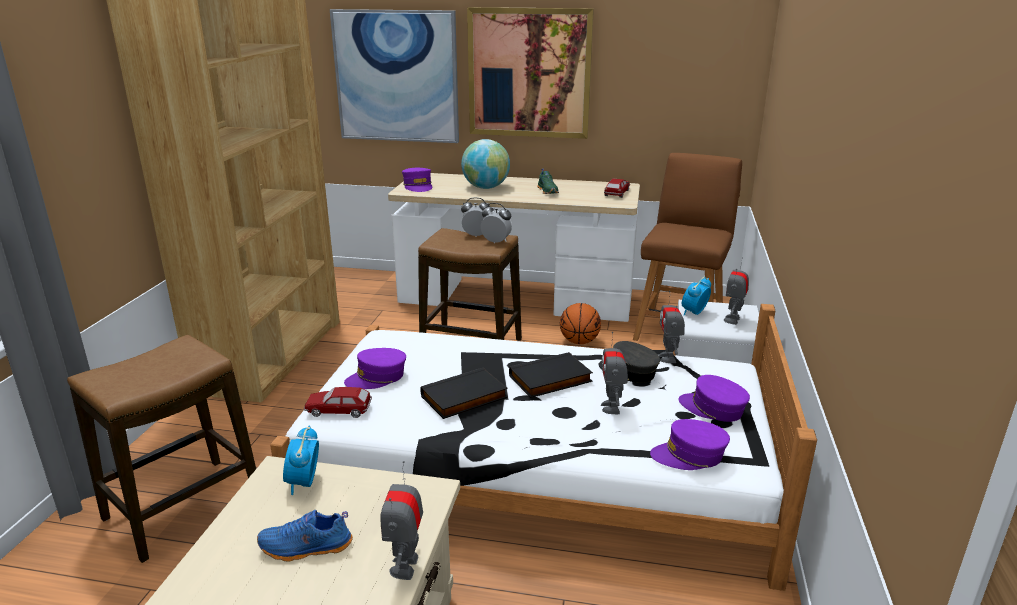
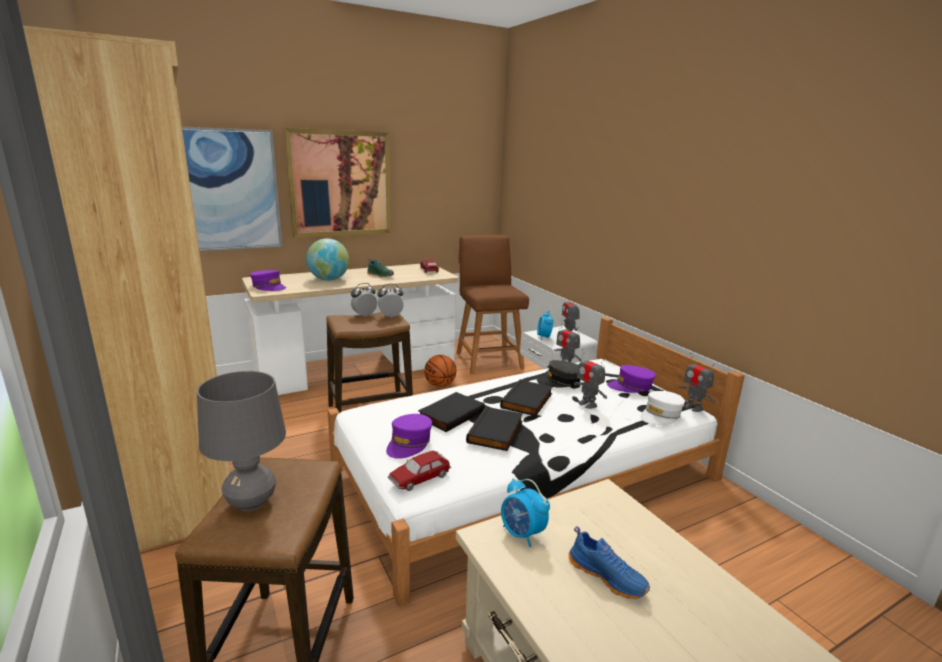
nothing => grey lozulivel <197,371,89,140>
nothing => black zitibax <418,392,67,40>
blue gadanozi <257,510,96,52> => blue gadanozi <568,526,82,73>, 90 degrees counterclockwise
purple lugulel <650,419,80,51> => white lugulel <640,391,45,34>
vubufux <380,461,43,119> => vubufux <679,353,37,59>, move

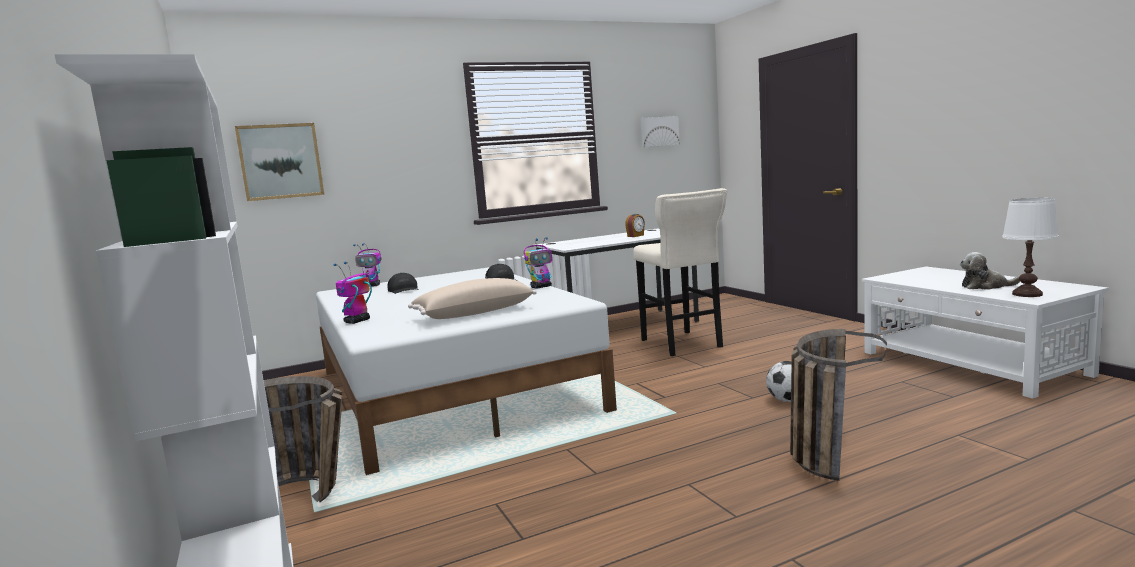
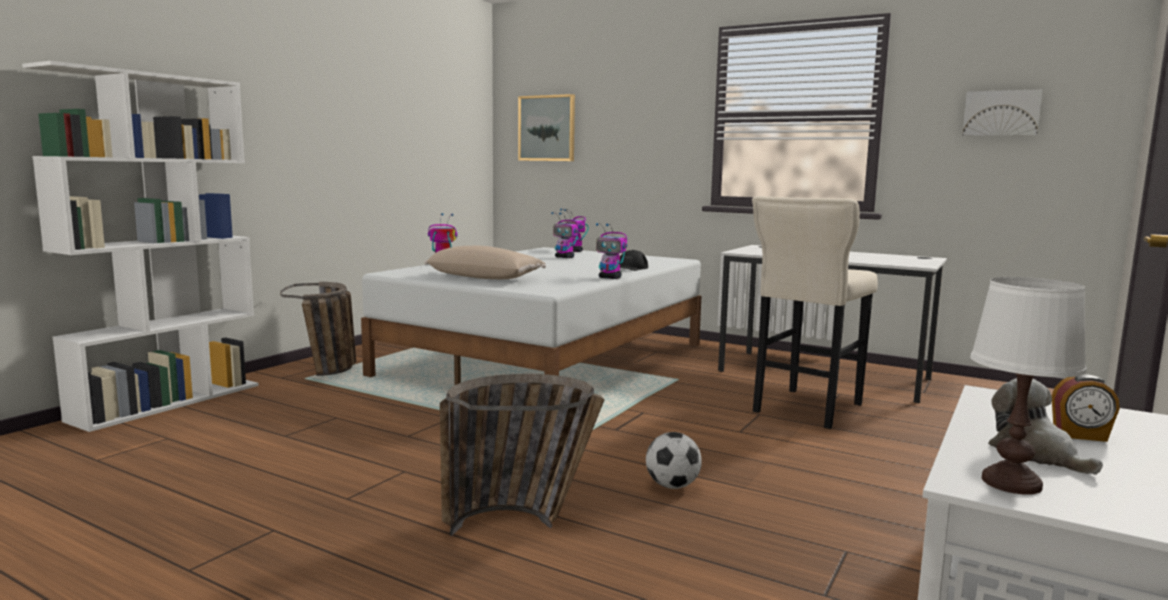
black lugulel <387,273,32,21> => vubufux <551,212,27,46>
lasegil <625,214,20,23> => lasegil <1052,375,68,67>, move

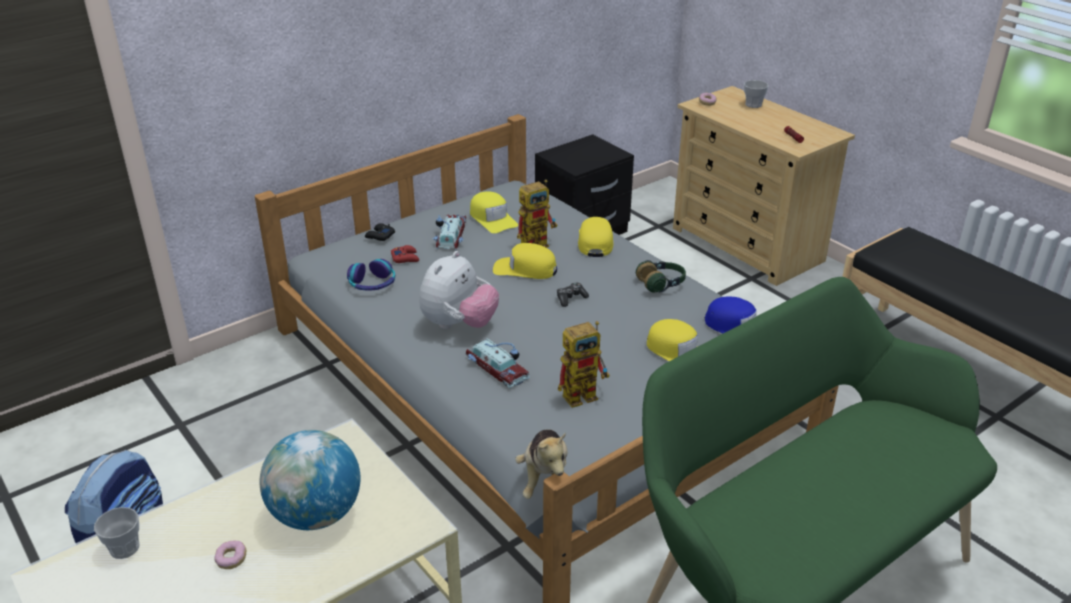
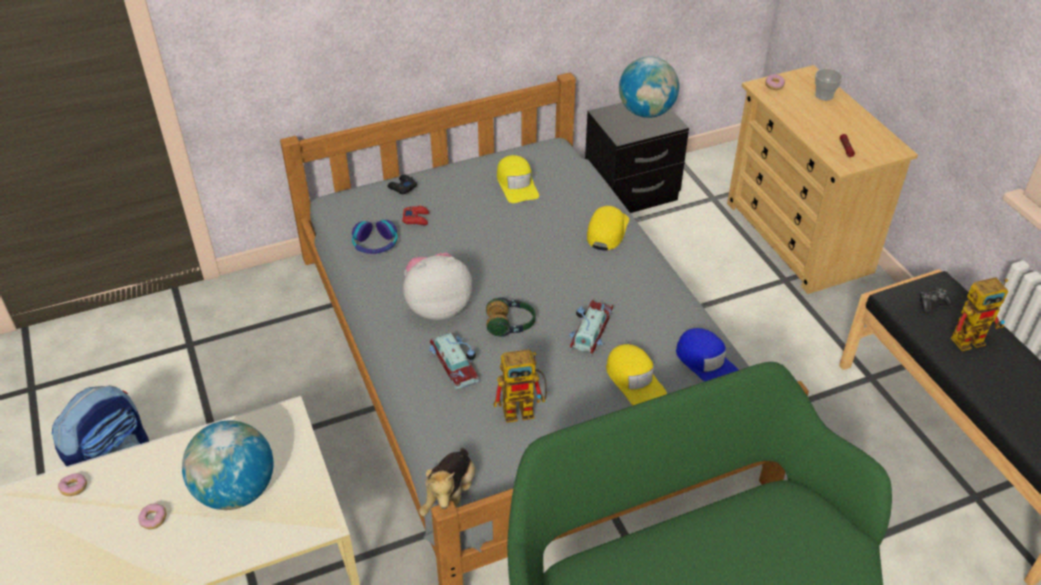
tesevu <94,507,45,52> => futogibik <58,473,29,23>
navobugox <419,251,80,78> => navobugox <403,252,70,68>, 150 degrees counterclockwise
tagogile <636,260,50,32> => tagogile <486,297,49,40>, move
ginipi <433,214,34,36> => ginipi <569,300,45,55>, move
nothing => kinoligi <619,56,60,62>
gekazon <557,283,32,24> => gekazon <920,288,33,25>, move
vubufux <517,180,41,68> => vubufux <951,277,57,74>, move
yellow lugulel <493,243,64,36> => nothing

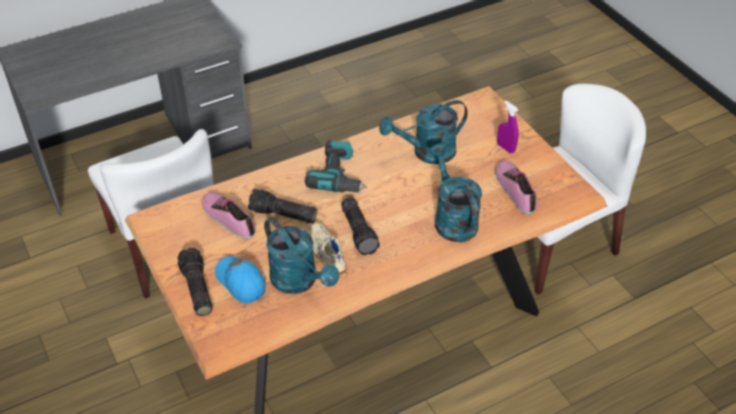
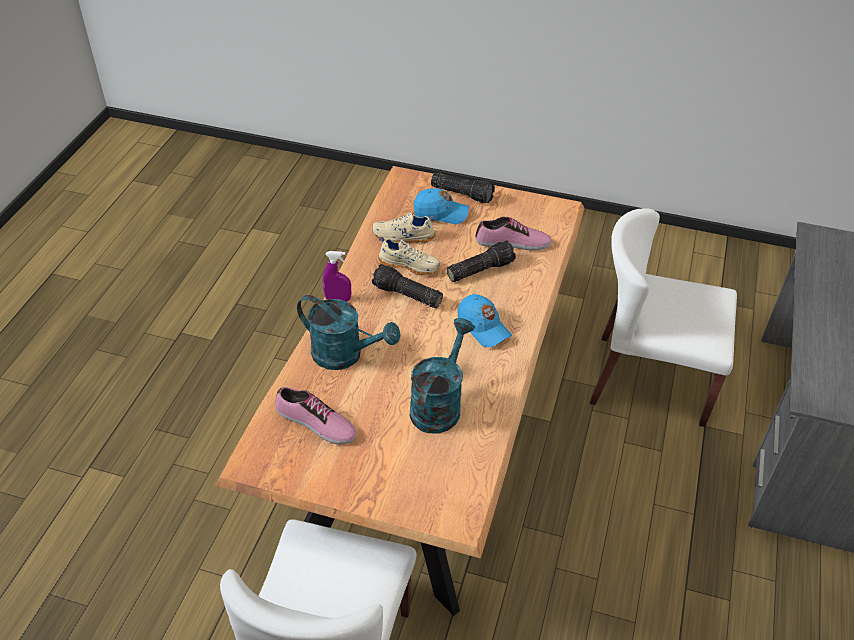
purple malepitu <497,100,22,53> => purple malepitu <323,251,28,51>, move
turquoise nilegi <264,217,75,77> => beige gadanozi <372,212,63,31>
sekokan <305,140,62,52> => blue lugulel <457,294,55,53>

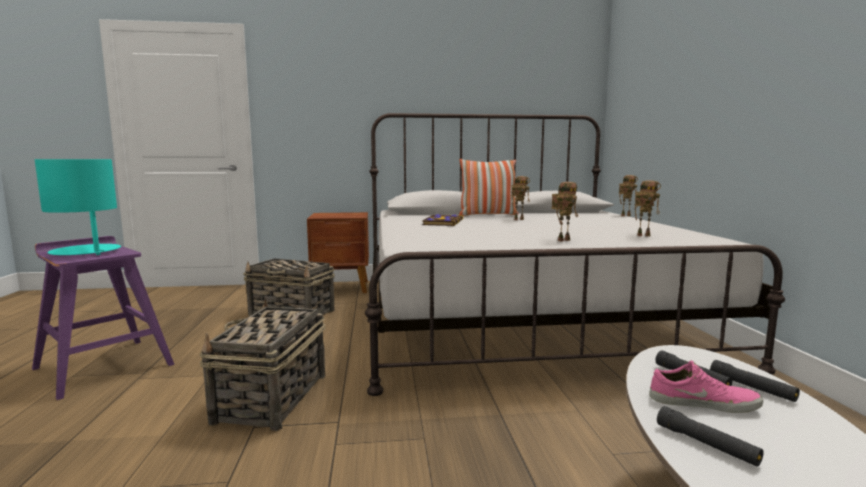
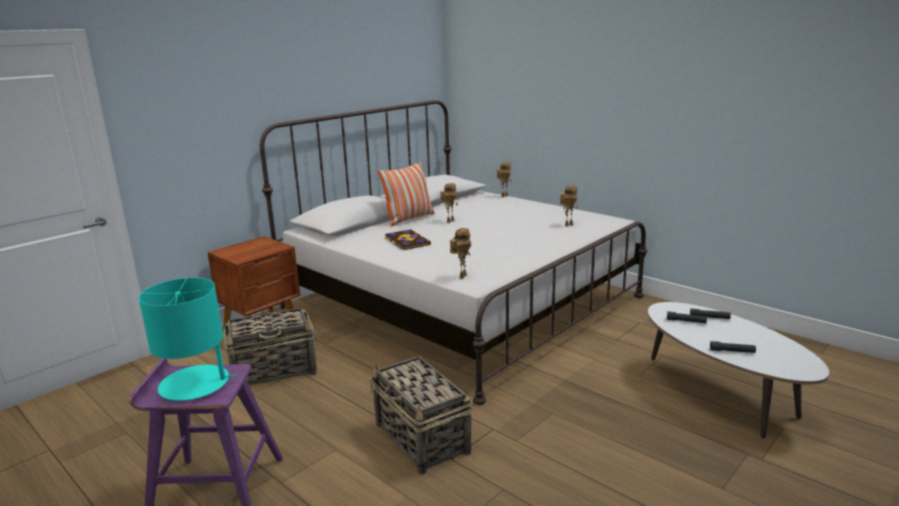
vubufux <551,182,27,60> => vubufux <450,228,21,51>, move
pink gadanozi <649,361,114,52> => nothing

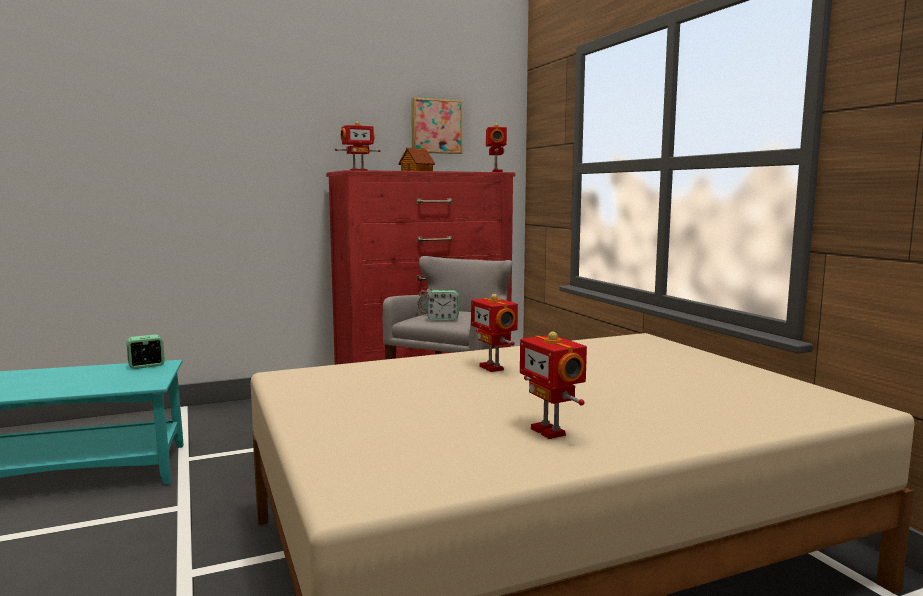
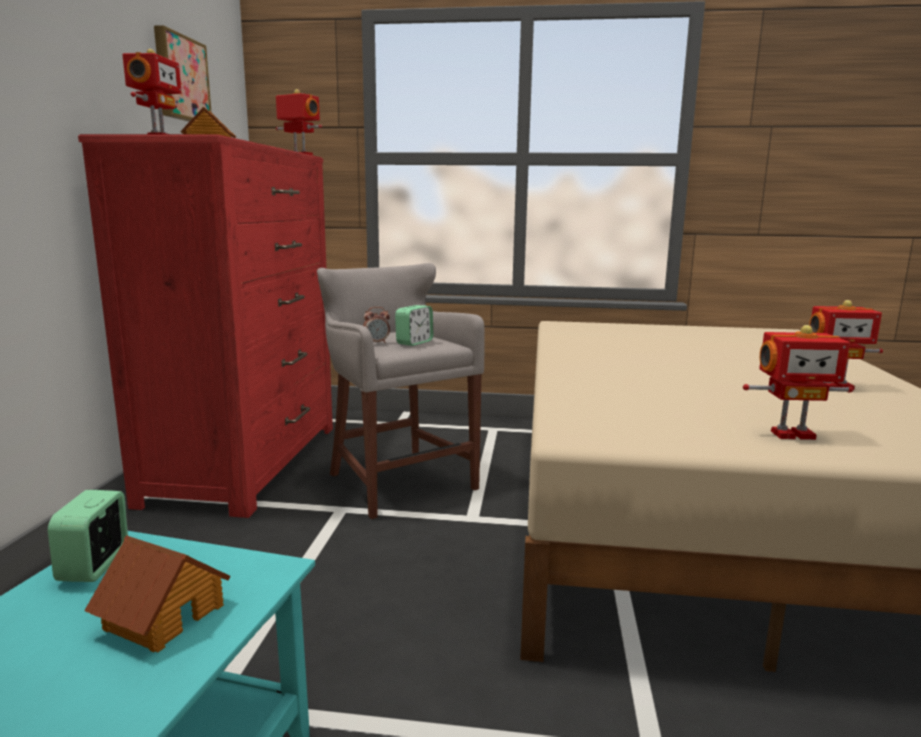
nothing => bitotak <84,535,147,117>
vubufux <471,294,47,78> => vubufux <743,325,110,115>, move

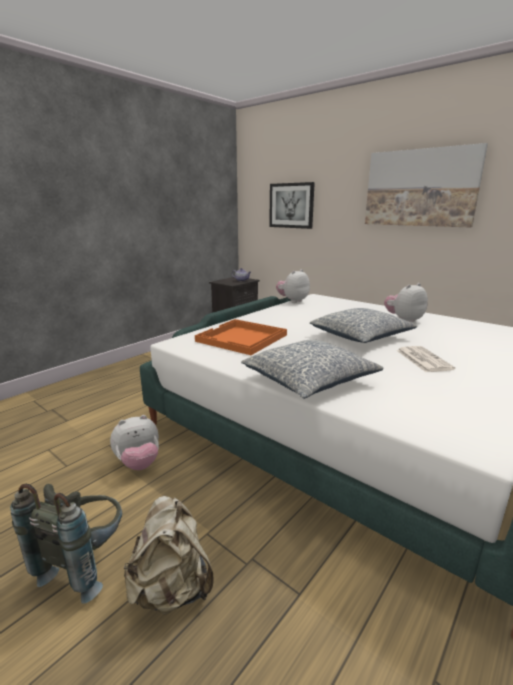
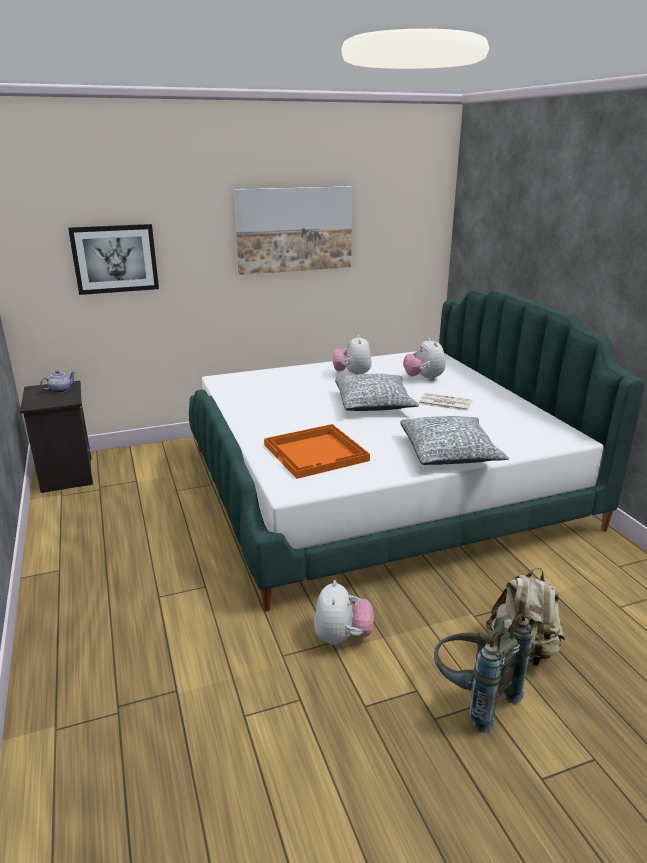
navobugox <276,269,34,34> => navobugox <403,337,43,44>, move

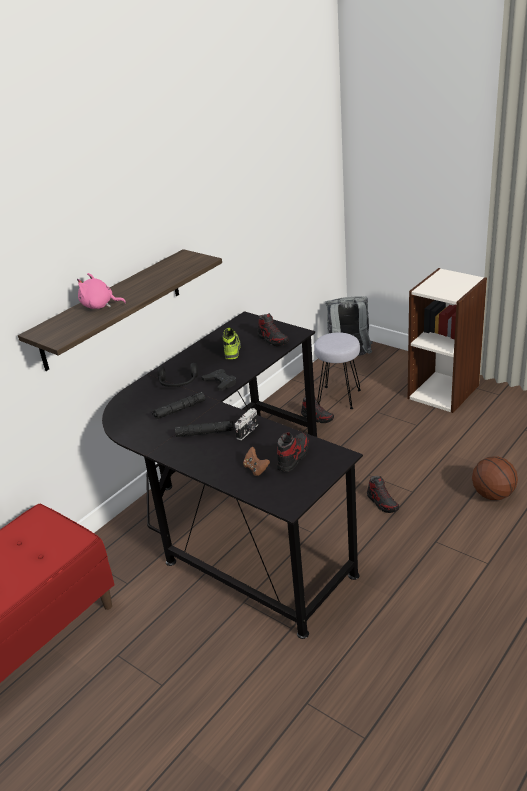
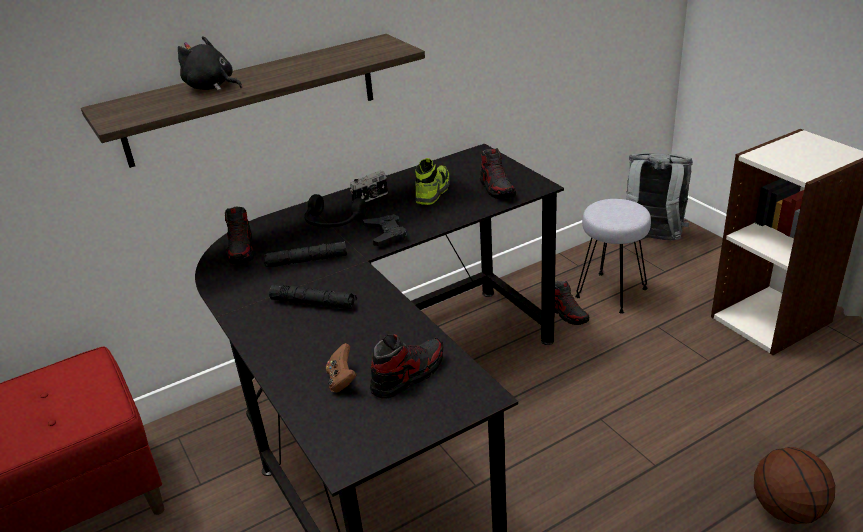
pink navobugox <77,273,49,36> => black navobugox <178,36,64,55>
gadanozi <367,476,32,37> => gadanozi <225,207,29,57>, move
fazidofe <235,408,23,32> => fazidofe <350,171,38,31>, move

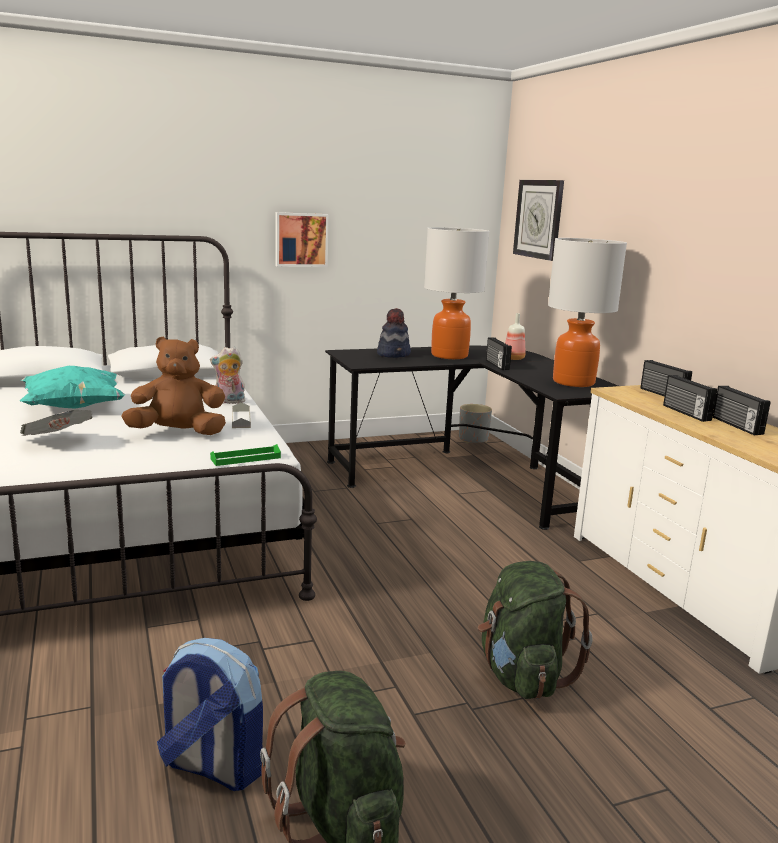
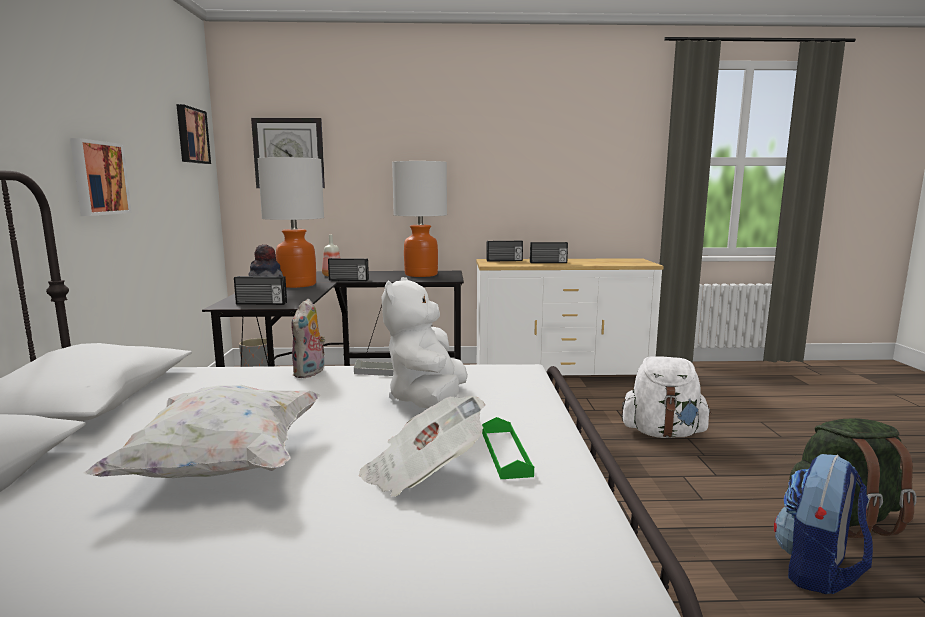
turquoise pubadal <20,366,105,43> => white pubadal <84,385,237,93>
nothing => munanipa <176,104,35,60>
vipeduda <713,386,57,49> => vipeduda <234,276,53,29>, move
brown navobugox <121,337,105,98> => white navobugox <382,277,86,131>
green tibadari <210,444,71,22> => green tibadari <482,417,52,62>, move
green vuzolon <478,561,114,138> => white vuzolon <622,356,90,82>

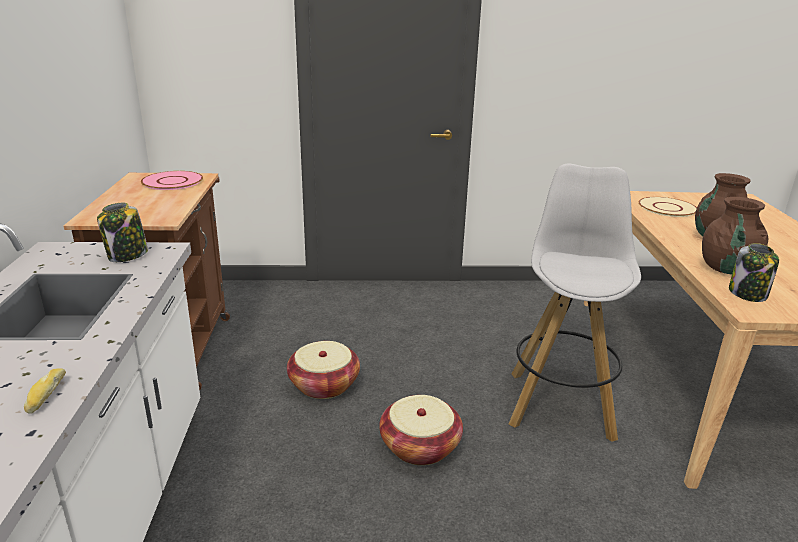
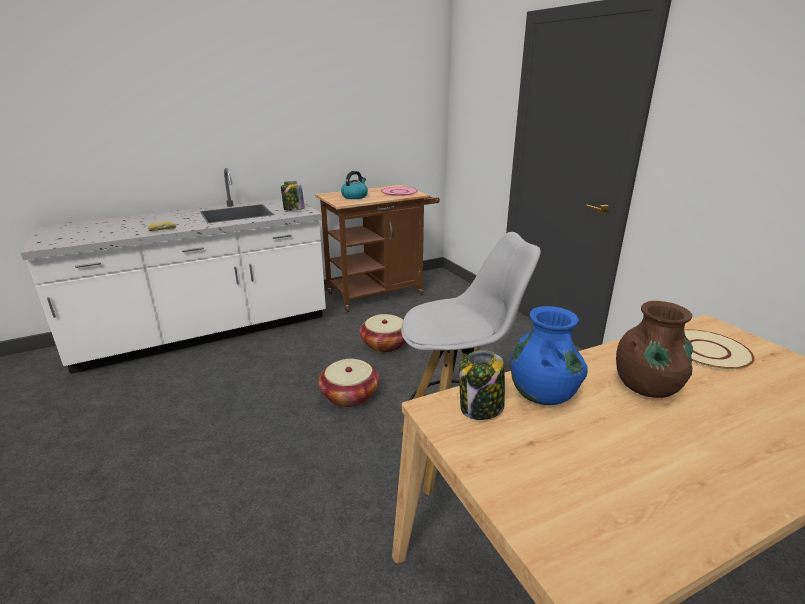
nothing => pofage <341,171,27,28>
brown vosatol <702,197,66,77> => blue vosatol <510,306,77,99>

